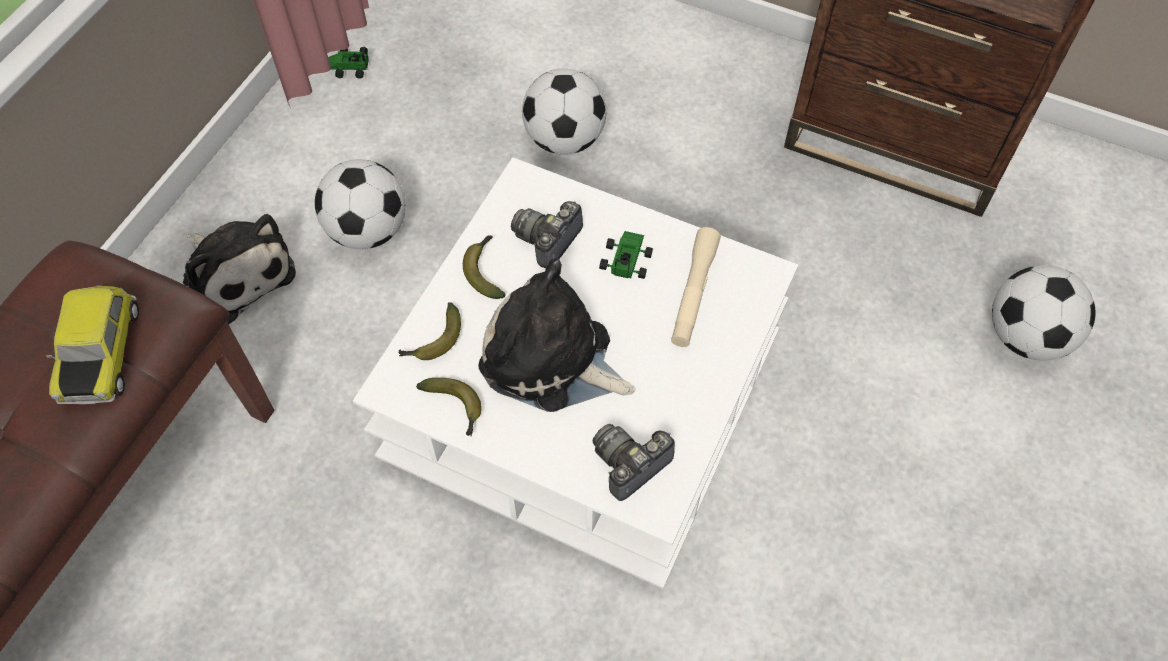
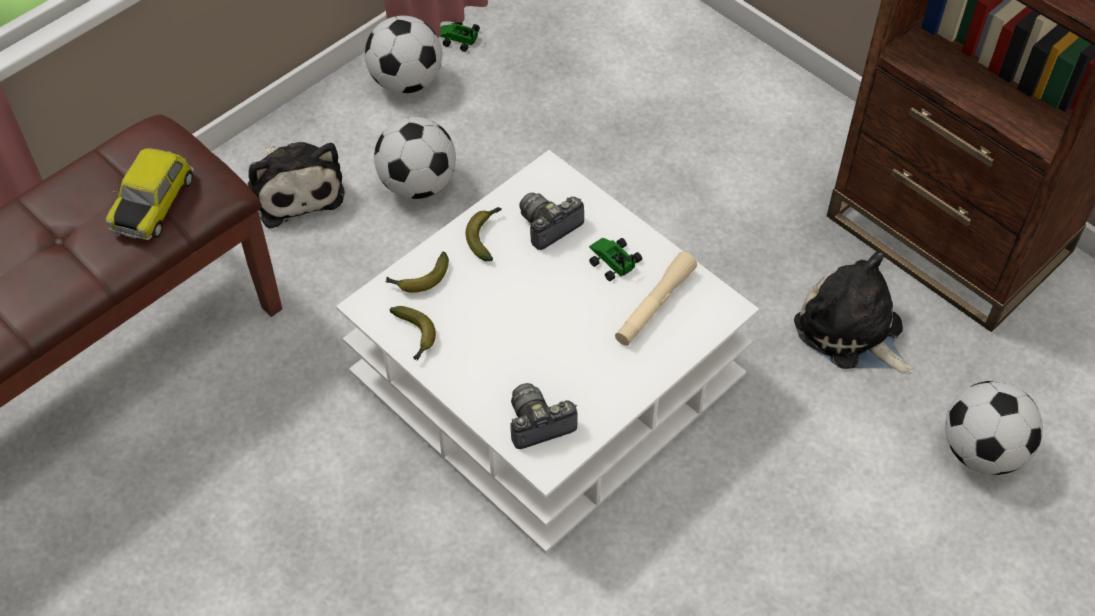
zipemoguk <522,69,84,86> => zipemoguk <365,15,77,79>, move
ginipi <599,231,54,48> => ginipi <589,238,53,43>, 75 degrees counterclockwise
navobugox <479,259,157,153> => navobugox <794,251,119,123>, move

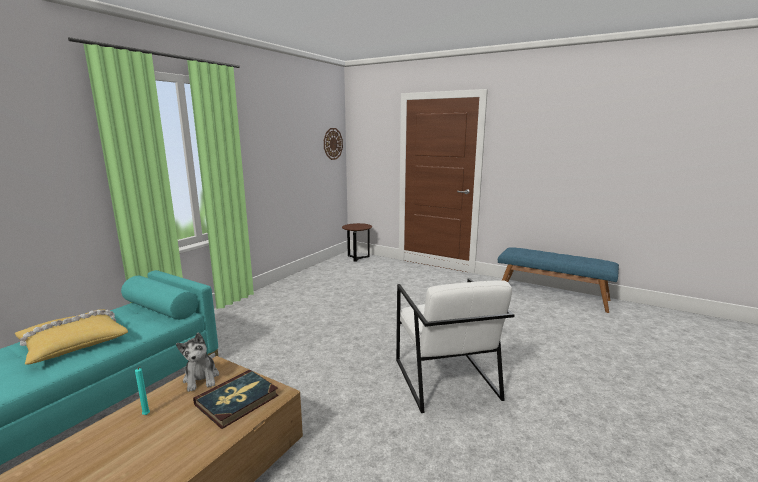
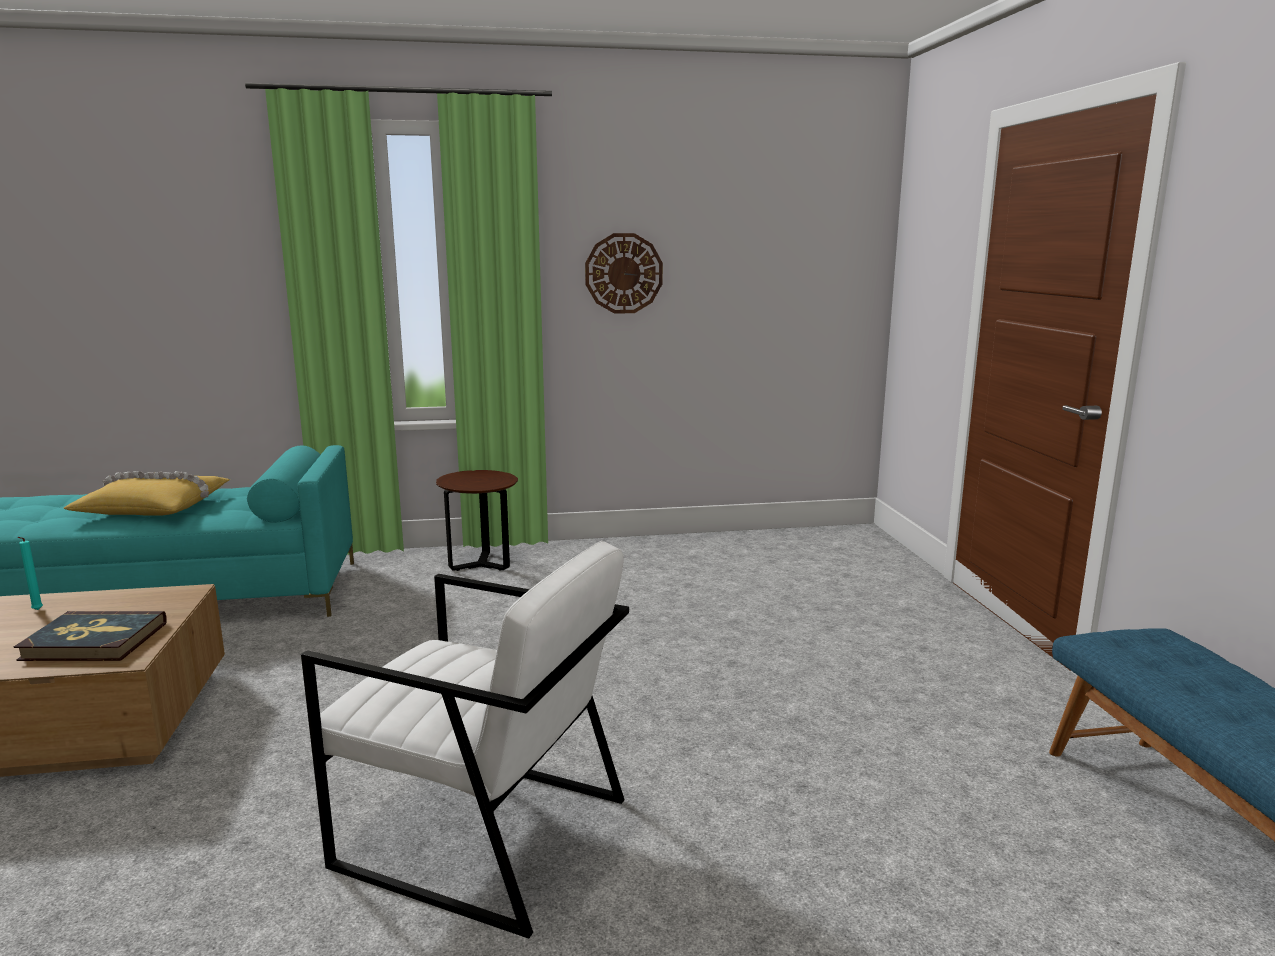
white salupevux <396,278,118,135> => white salupevux <301,541,328,398>, 105 degrees counterclockwise
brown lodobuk <342,223,30,39> => brown lodobuk <436,470,82,101>, move
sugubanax <324,128,19,32> => sugubanax <585,233,78,81>, move
navobugox <176,332,43,60> => nothing

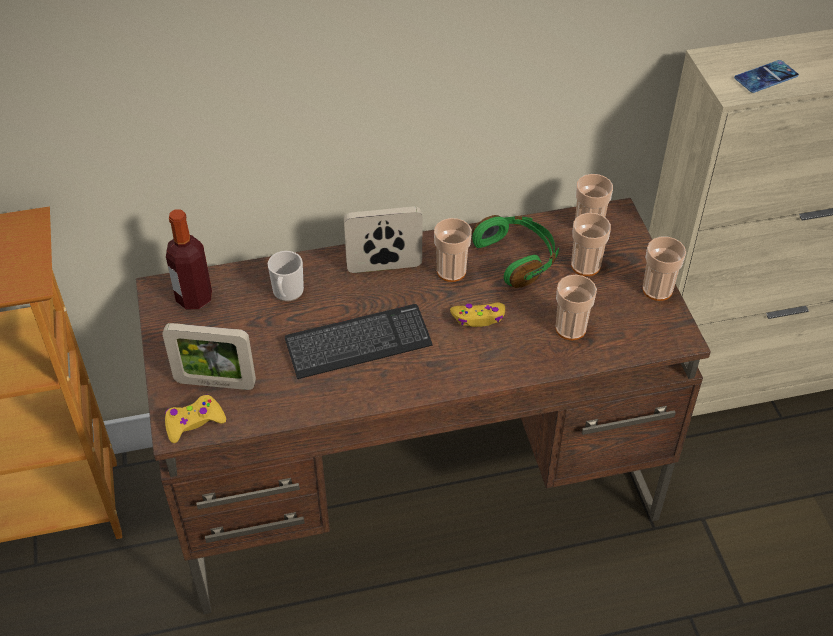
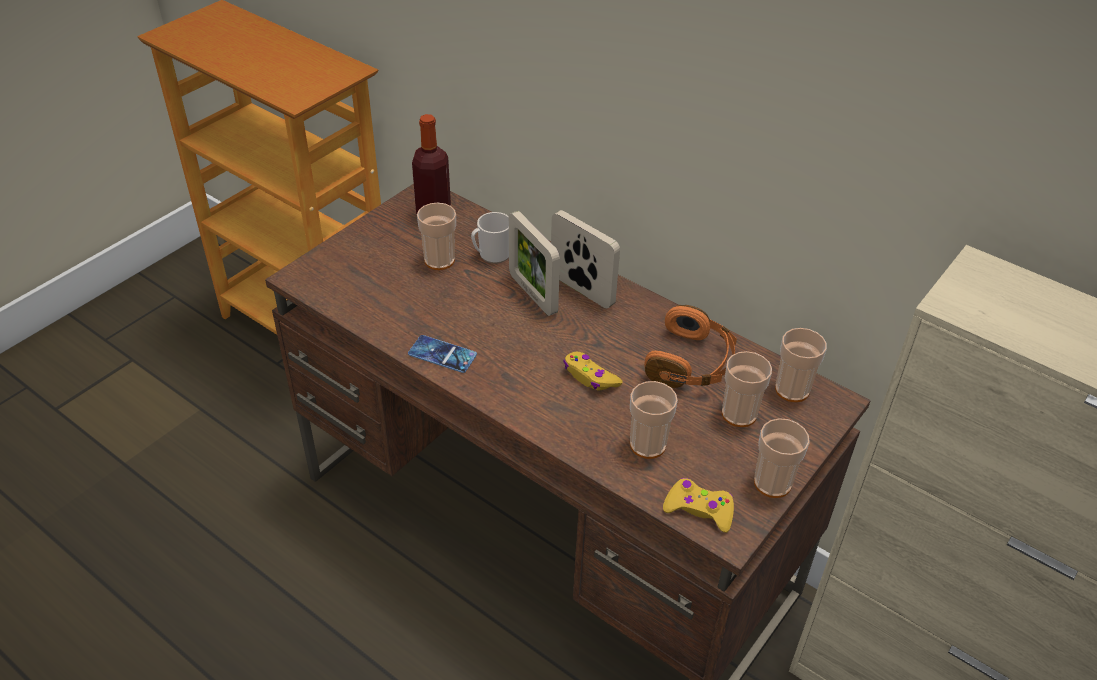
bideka <734,60,65,33> => bideka <408,335,69,38>, move
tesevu <434,218,38,64> => tesevu <417,203,39,67>, move
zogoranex <162,323,94,67> => zogoranex <509,211,51,105>, move
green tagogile <472,215,87,73> => orange tagogile <644,305,93,83>
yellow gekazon <165,395,61,48> => yellow gekazon <663,478,71,55>, move
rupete <285,304,148,75> => nothing

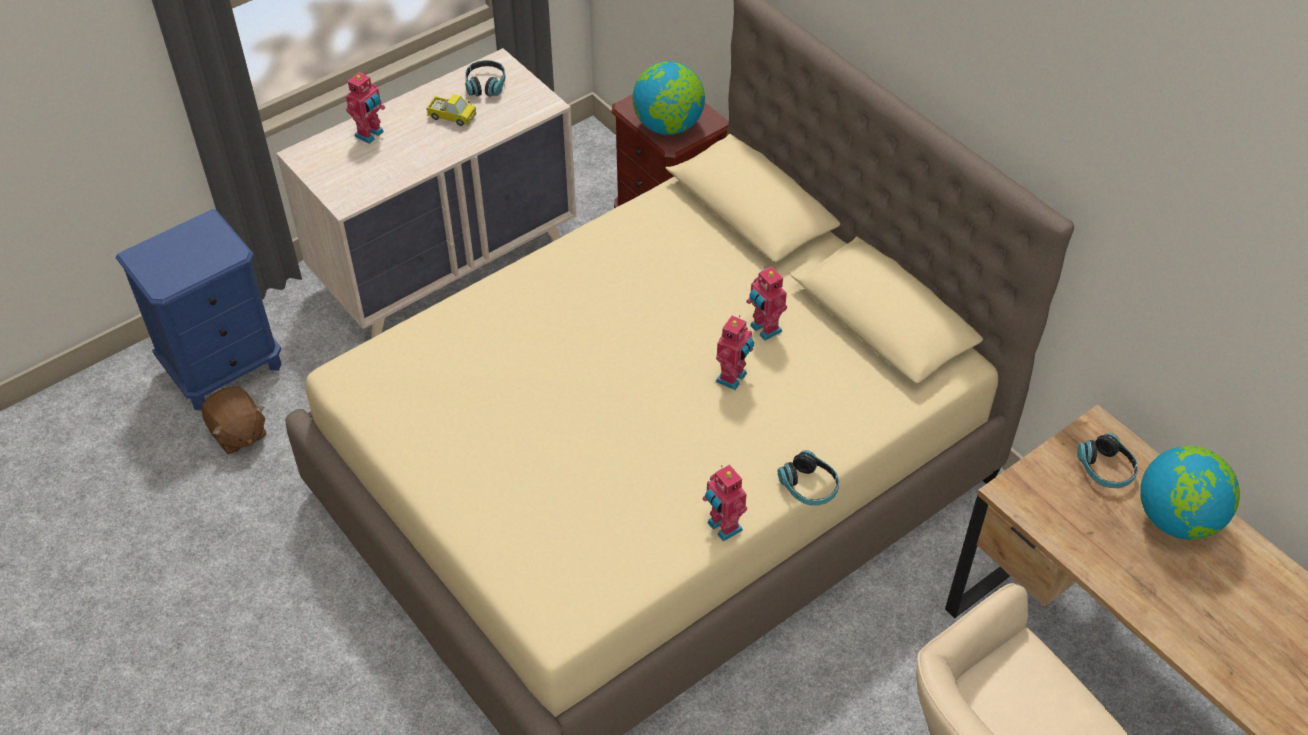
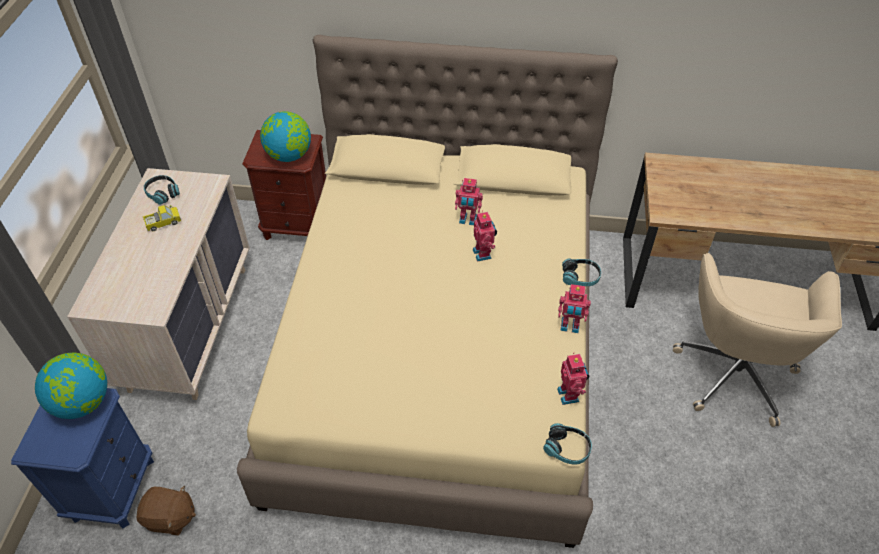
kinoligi <1140,446,100,94> => kinoligi <35,353,72,66>, move
tagogile <1077,433,61,55> => tagogile <543,423,49,42>, move
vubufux <346,72,39,72> => vubufux <557,353,32,52>, move

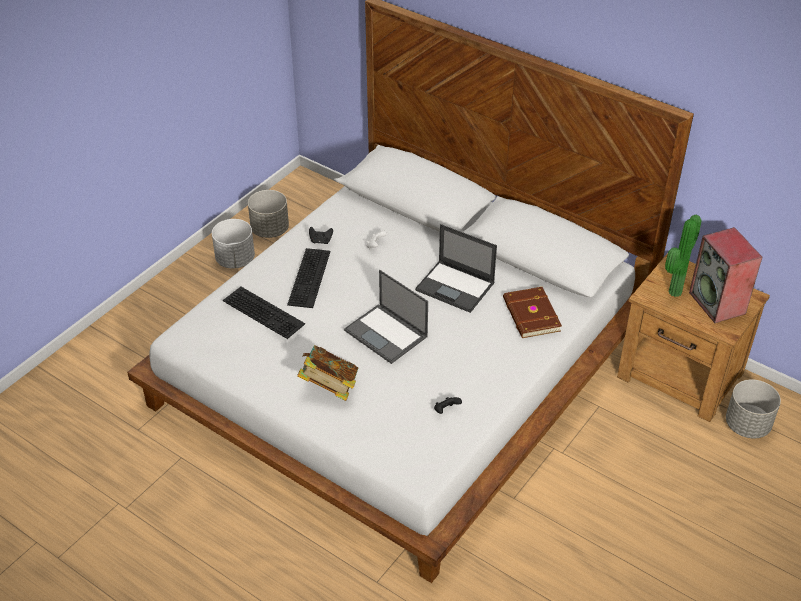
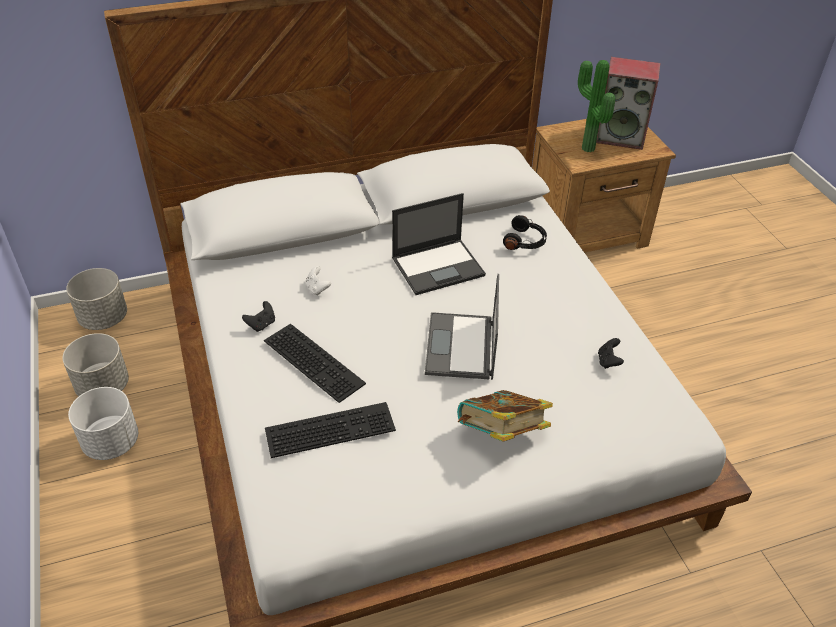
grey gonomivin <726,379,55,59> => grey gonomivin <66,268,61,62>, move
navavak <344,270,84,94> => navavak <425,274,74,106>, 105 degrees clockwise
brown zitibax <503,287,59,51> => black tagogile <503,215,44,35>

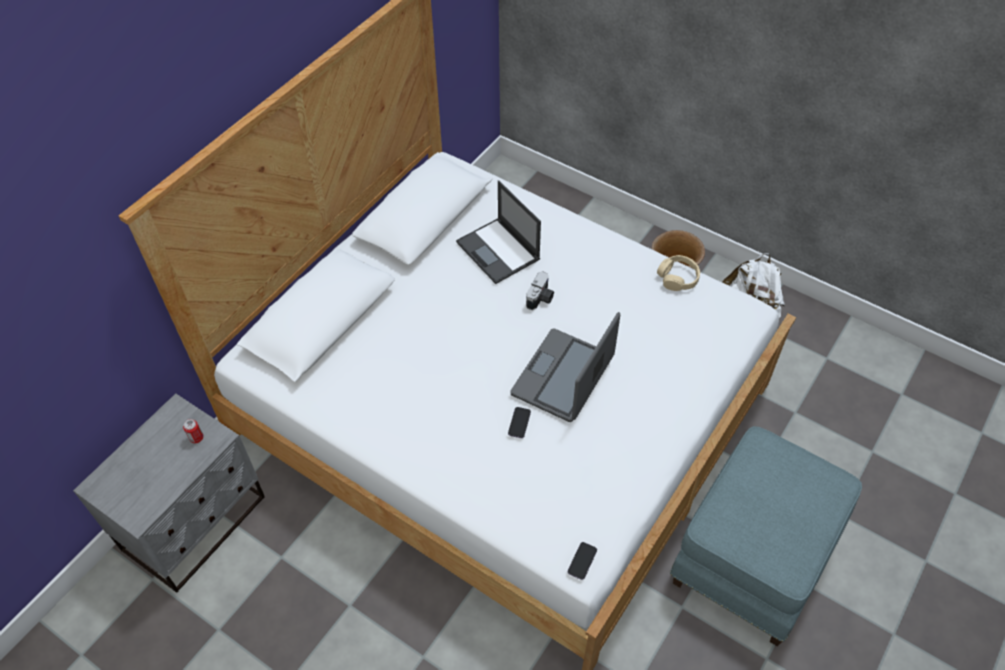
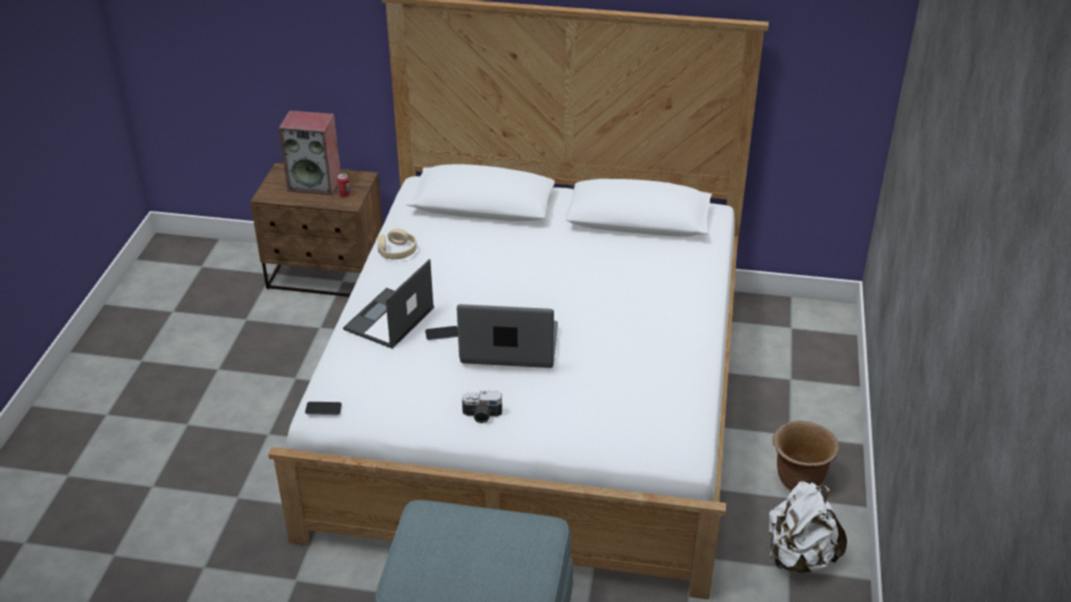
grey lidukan <73,393,192,200> => brown lidukan <250,163,133,134>
nothing => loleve <278,110,63,85>
navavak <456,180,85,104> => navavak <343,259,91,90>, move
beige tagogile <657,255,43,36> => beige tagogile <377,229,40,31>, move
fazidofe <526,271,28,39> => fazidofe <462,391,40,32>, move

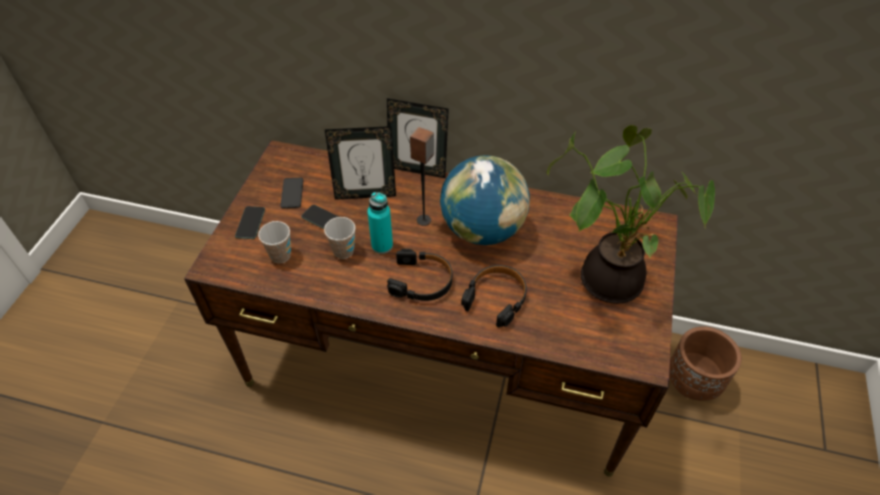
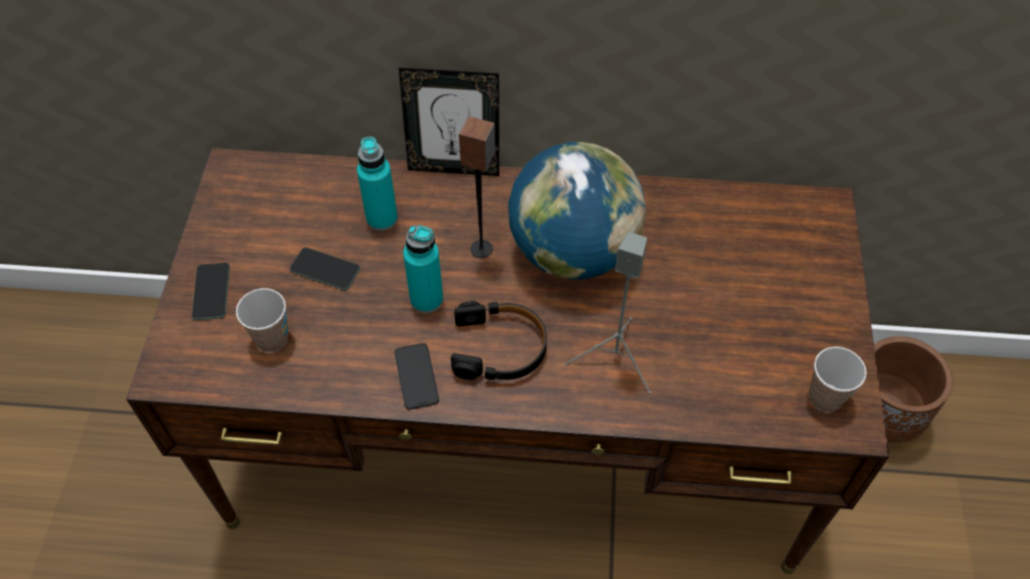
zogoranex <324,126,72,74> => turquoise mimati <357,137,41,94>
bideka <280,178,24,30> => bideka <394,343,45,67>, move
black tagogile <461,265,66,62> => grey loleve <565,232,86,162>
tesevu <324,217,32,42> => tesevu <809,347,58,65>, move
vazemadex <547,125,168,179> => nothing

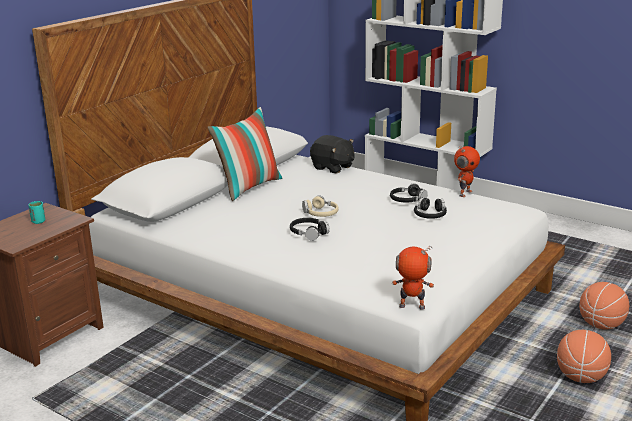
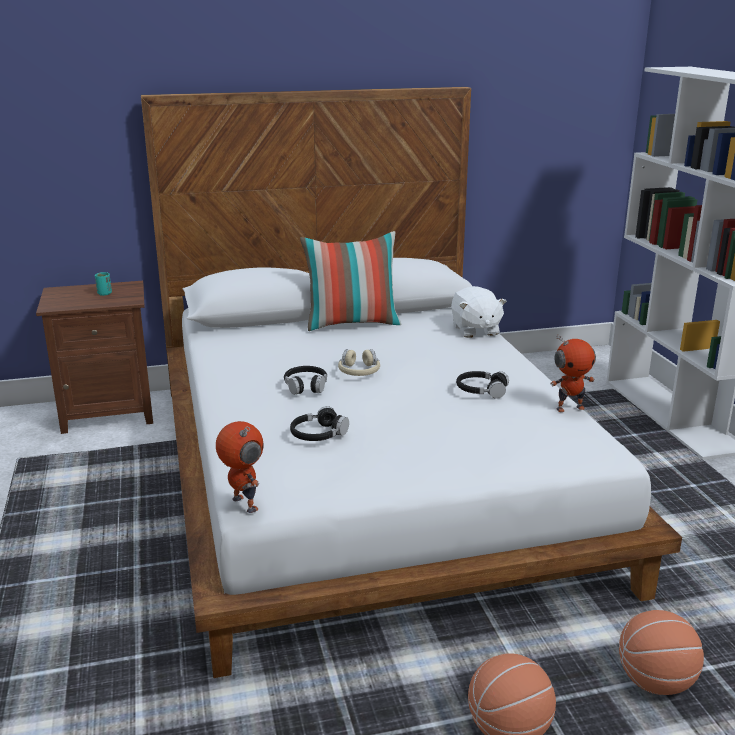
black tagogile <414,197,33,22> => black tagogile <290,406,59,35>, move
black navobugox <310,135,45,38> => white navobugox <451,286,56,52>

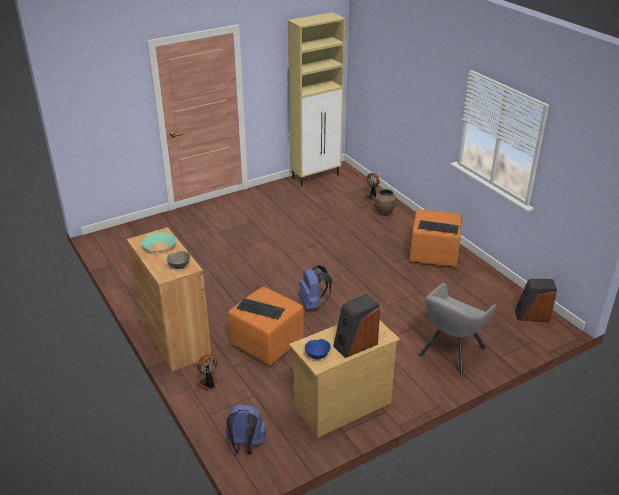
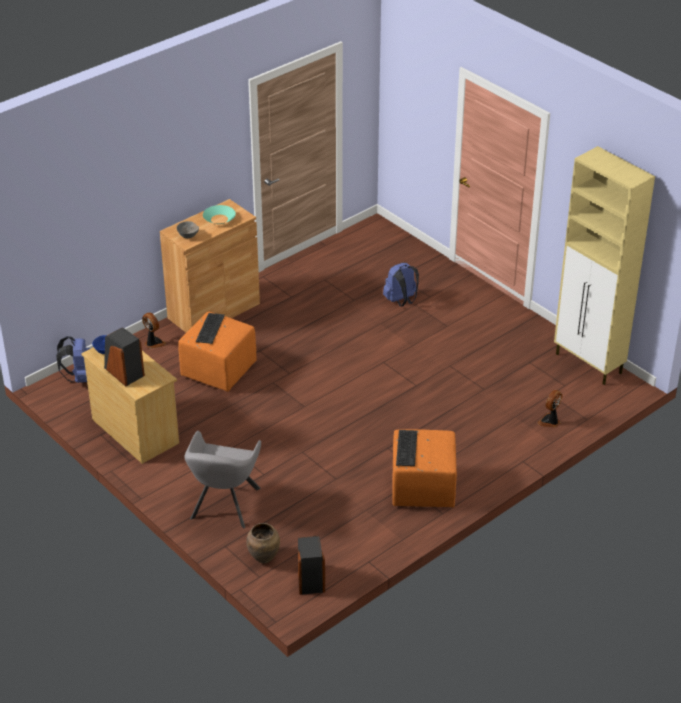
grey salupevux <418,283,79,94> => grey salupevux <184,431,77,97>, 105 degrees counterclockwise
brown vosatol <375,189,21,27> => brown vosatol <246,523,34,40>, move
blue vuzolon <299,265,33,44> => blue vuzolon <383,263,36,44>, move

